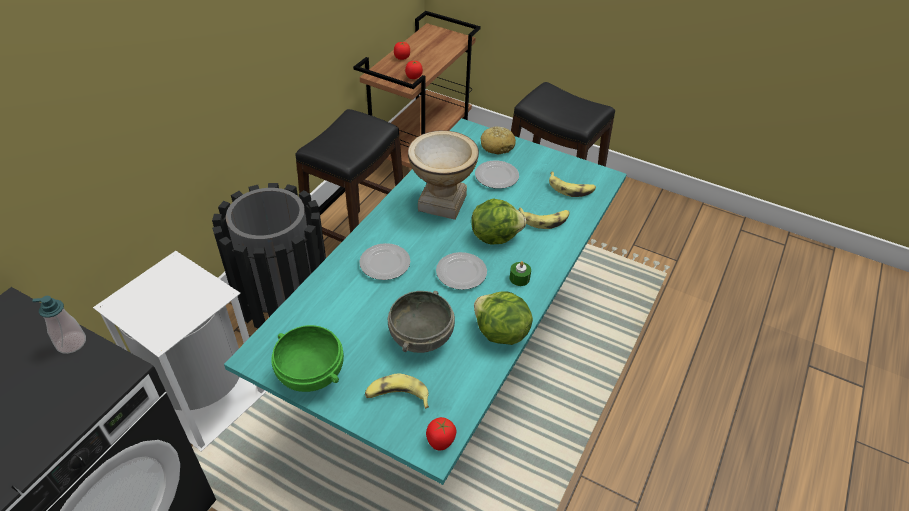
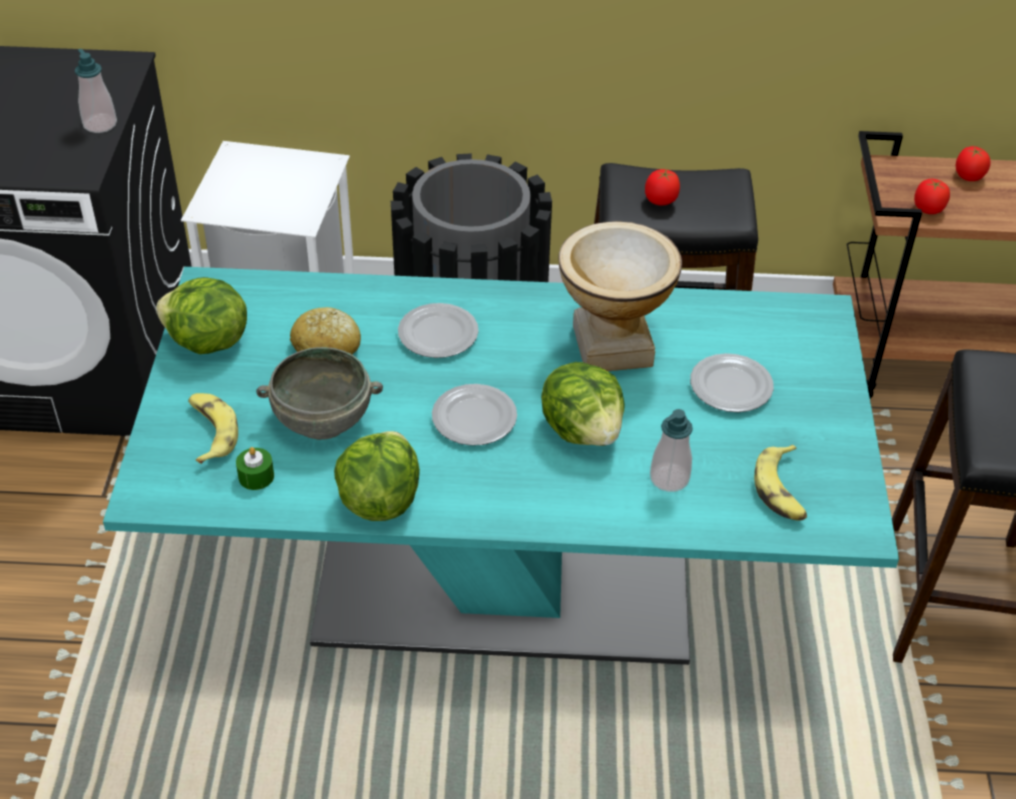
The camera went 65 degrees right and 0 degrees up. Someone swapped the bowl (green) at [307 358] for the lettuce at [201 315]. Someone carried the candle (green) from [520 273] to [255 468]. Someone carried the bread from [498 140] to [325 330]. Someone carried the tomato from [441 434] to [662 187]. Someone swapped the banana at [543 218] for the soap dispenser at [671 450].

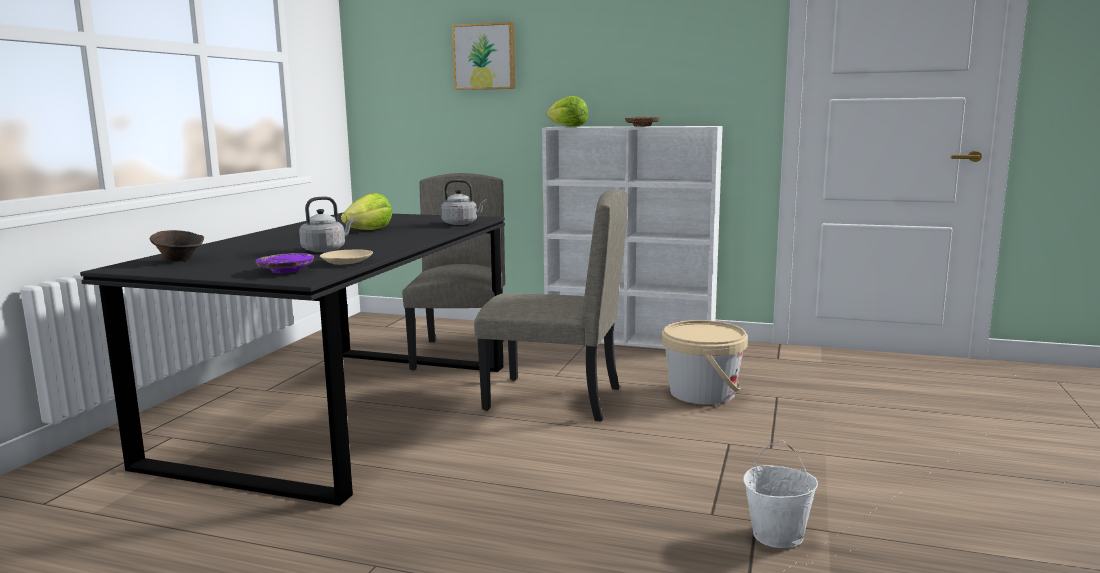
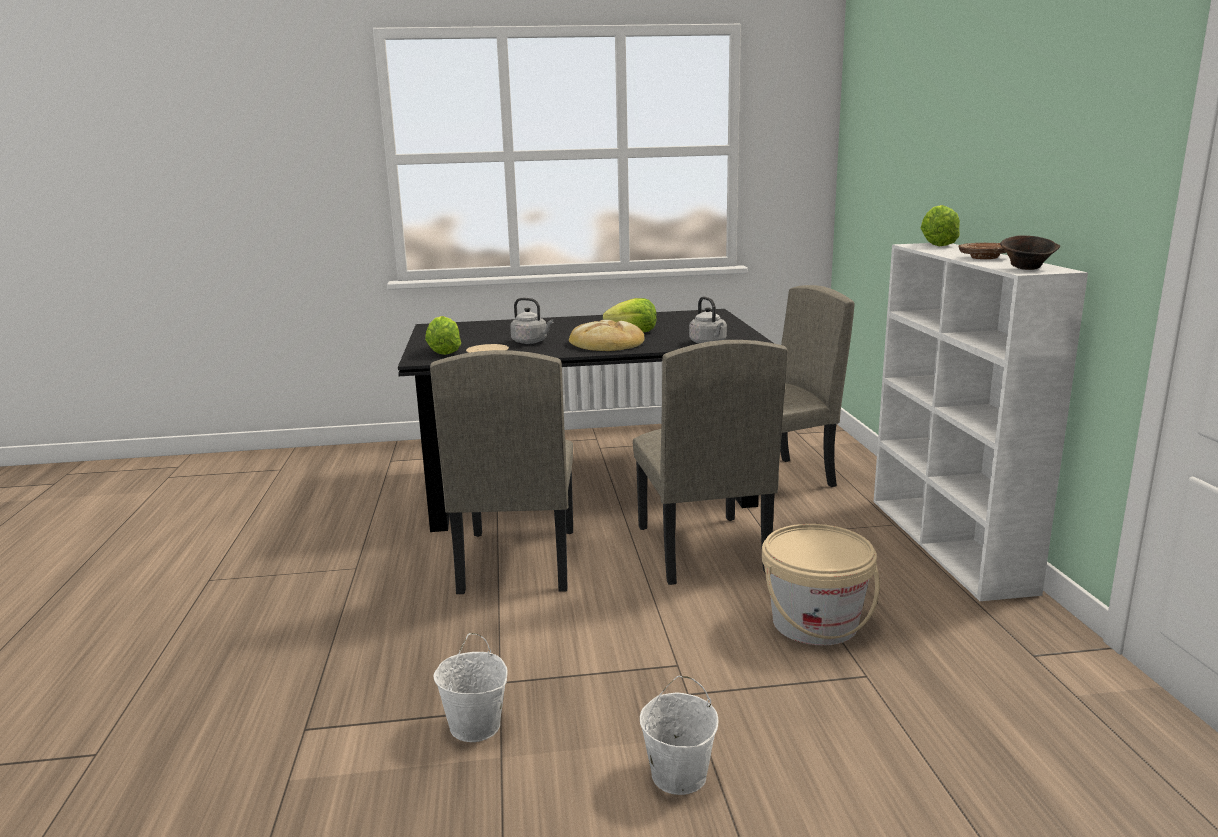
The camera went 65 degrees right and 5 degrees up. Someone swapped the plate (purple) at [284 263] for the lettuce at [443 335]. Someone put down the chair (beige) at [501 472]. Someone put down the bread at [607 335]. Someone put down the bucket (white) at [679 735]. Someone carried the bowl (brown) from [177 246] to [1030 252]. Someone took away the picture at [483 56].

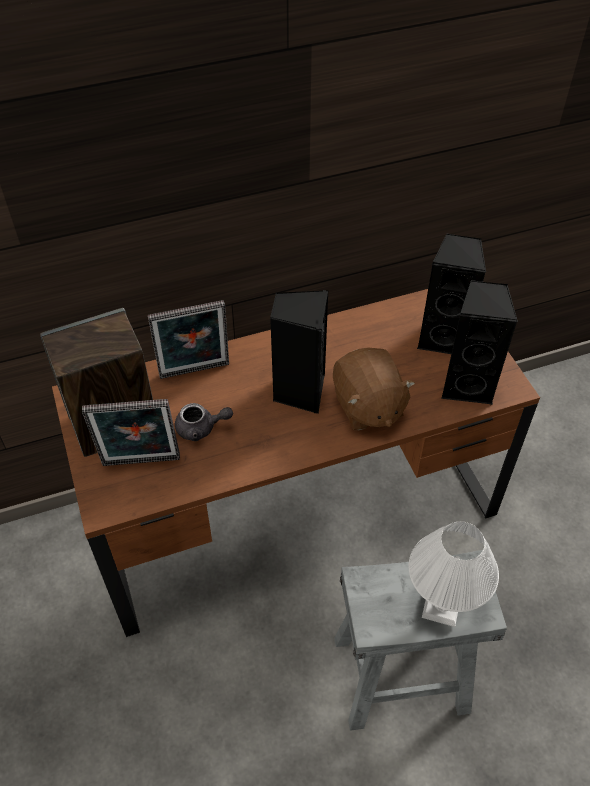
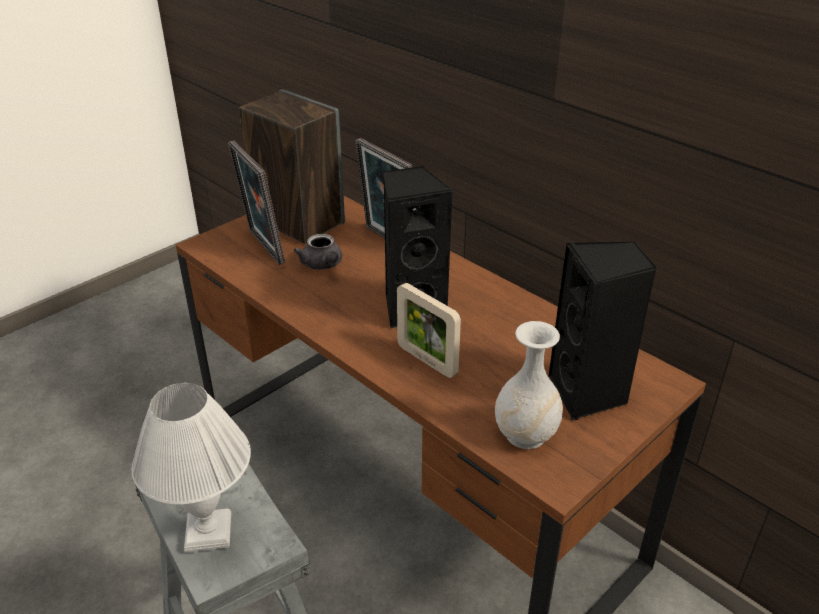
The camera went 65 degrees right and 15 degrees down. Someone swapped the plush toy (brown) at [374 388] for the picture frame at [429 330]. Someone swapped the speaker (black) at [479 342] for the vase (white) at [529 385].

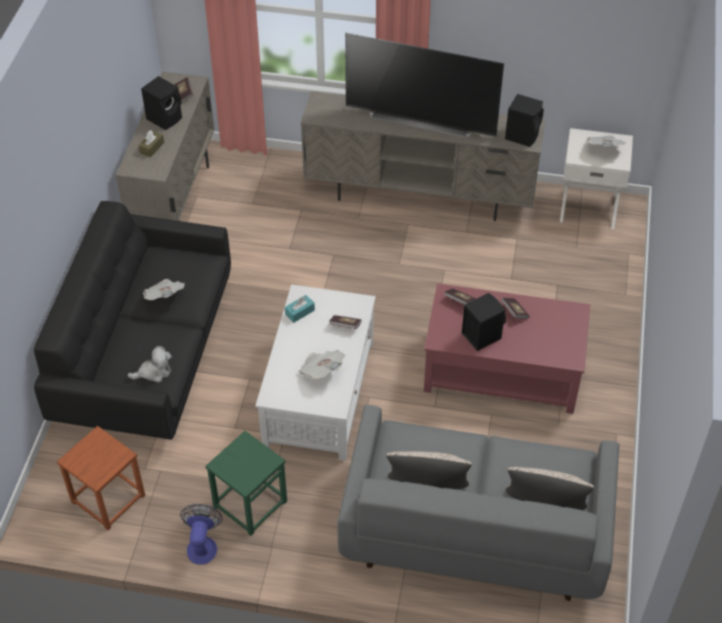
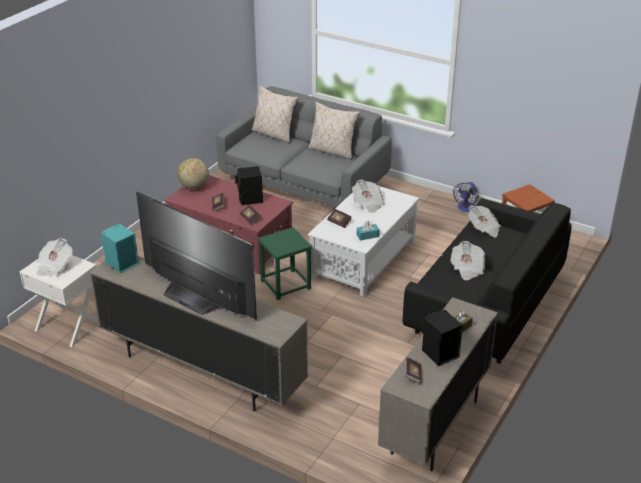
The camera went 160 degrees left and 15 degrees down. Someone repainted the speaker (black) at [524 120], which became the speaker (turquoise) at [120 248]. Someone put down the globe at [193 173]. Someone carried the stool (green) from [246 483] to [285 263]. Someone swapped the plush toy at [149 364] for the newspaper at [484 221].

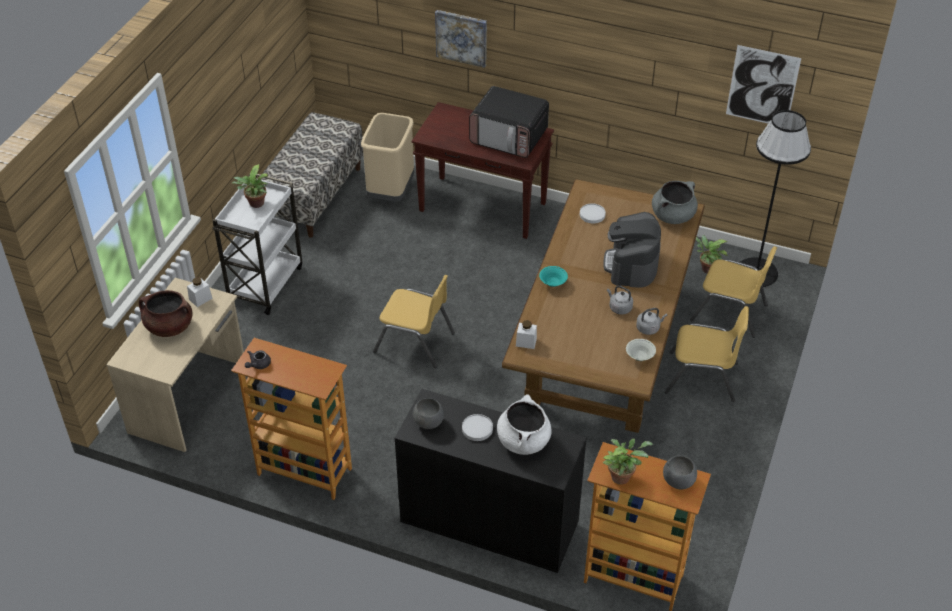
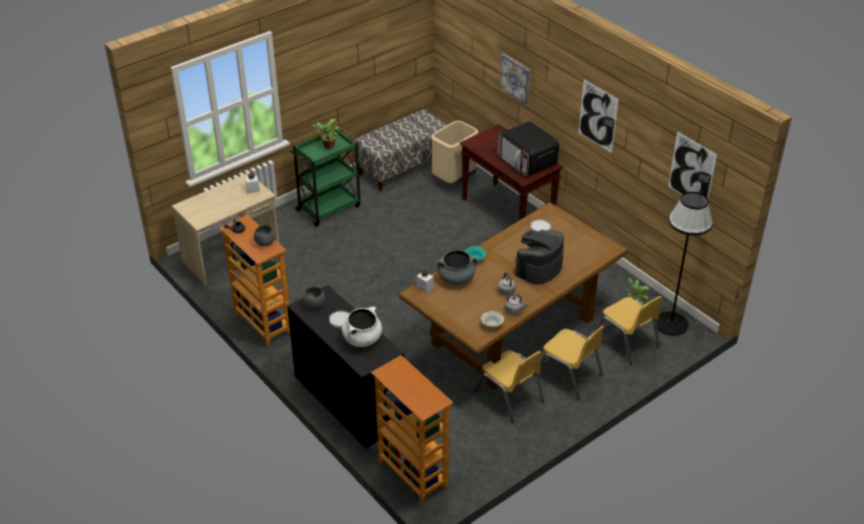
The camera went 30 degrees right and 5 degrees down. Someone carried the bowl (grey) from [680 472] to [265 235]. Someone repainted the cart (white) at [257 244], which became the cart (green) at [325 177]. Someone carried the cooking pot (grey) from [675 202] to [457 267]. Someone carried the chair (yellow) from [414 321] to [509 386]. Someone put up the picture at [598 116]. Someone took away the cooking pot (brown) at [165 313]. Someone took away the potted plant at [627 462].

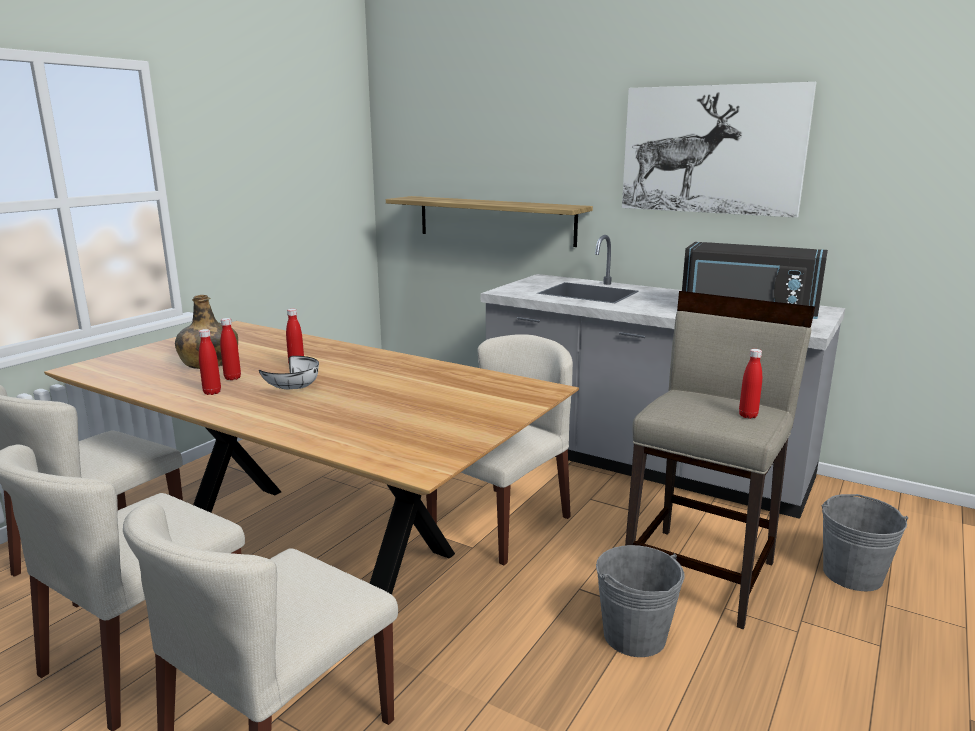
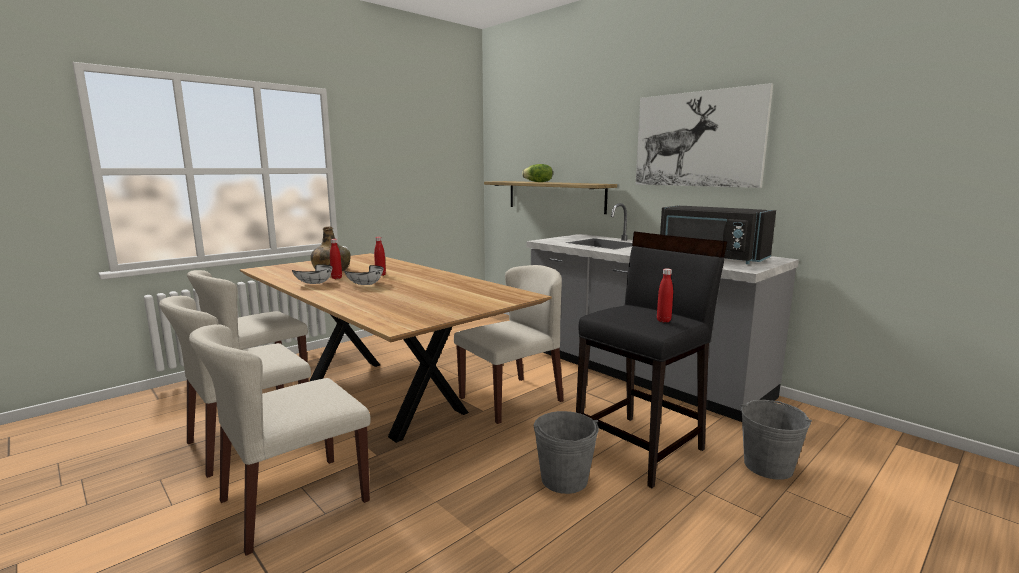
The camera went 15 degrees right and 5 degrees down. Someone swapped the bottle (red) at [210 362] for the bowl (white) at [312 274]. Someone put down the lettuce at [537 173]. Someone repainted the stool (beige) at [720 460], which became the stool (black) at [651 359].

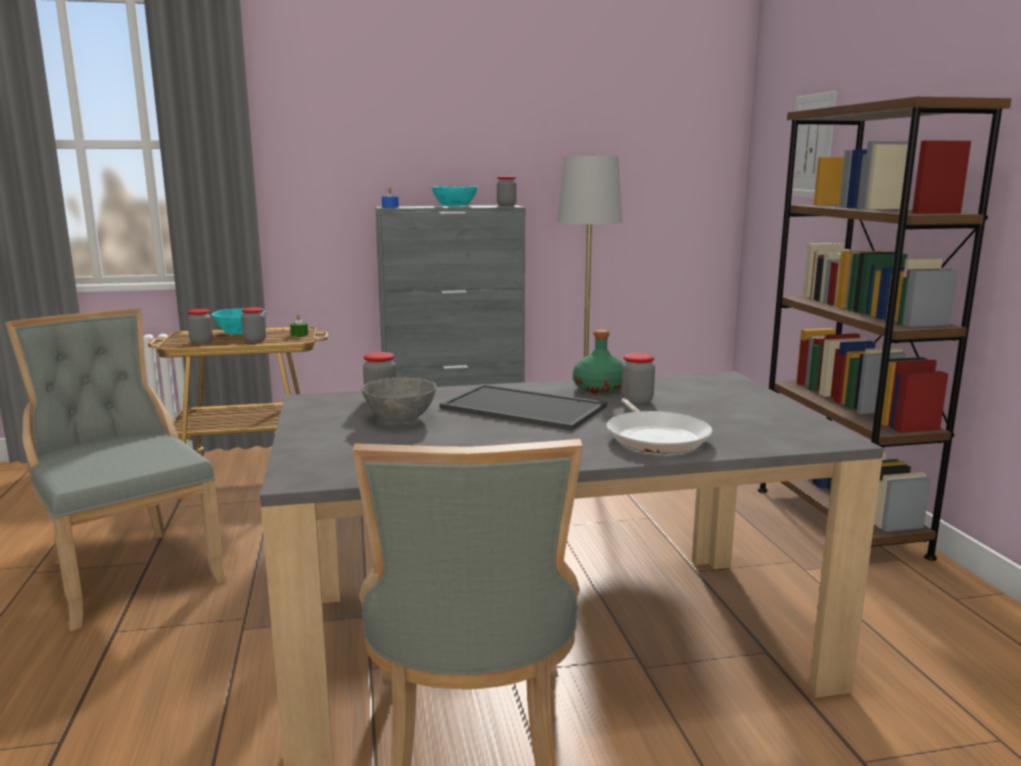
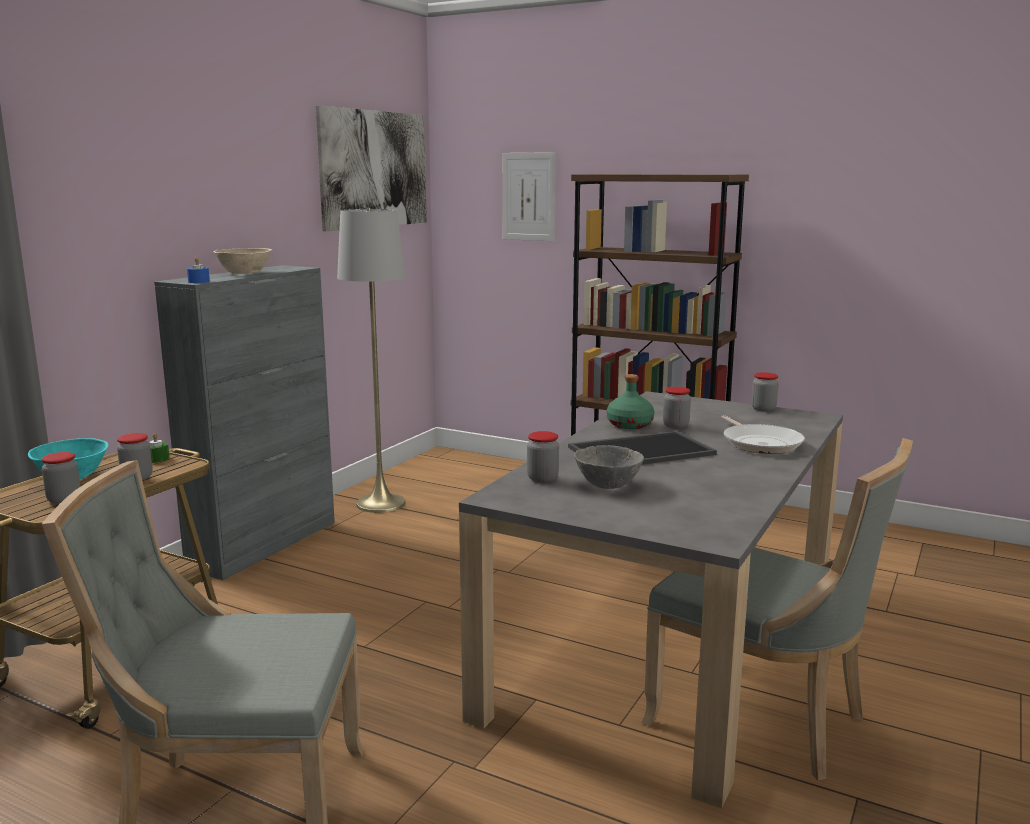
The camera went 50 degrees left and 0 degrees up. Someone repainted the bowl (turquoise) at [455 196], which became the bowl (beige) at [243 261]. Someone put up the picture at [371 168]. Someone rotated the frying pan at [659 425] by 45 degrees clockwise. Someone carried the jar from [507 191] to [765 392].

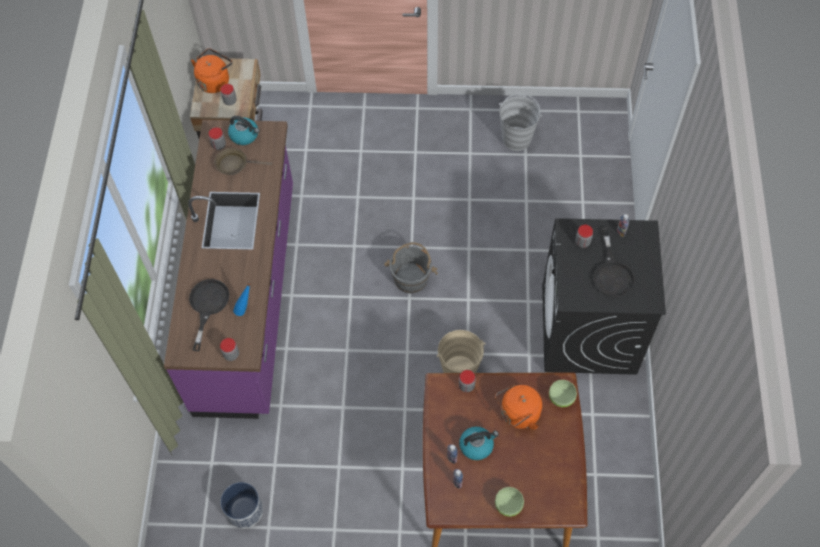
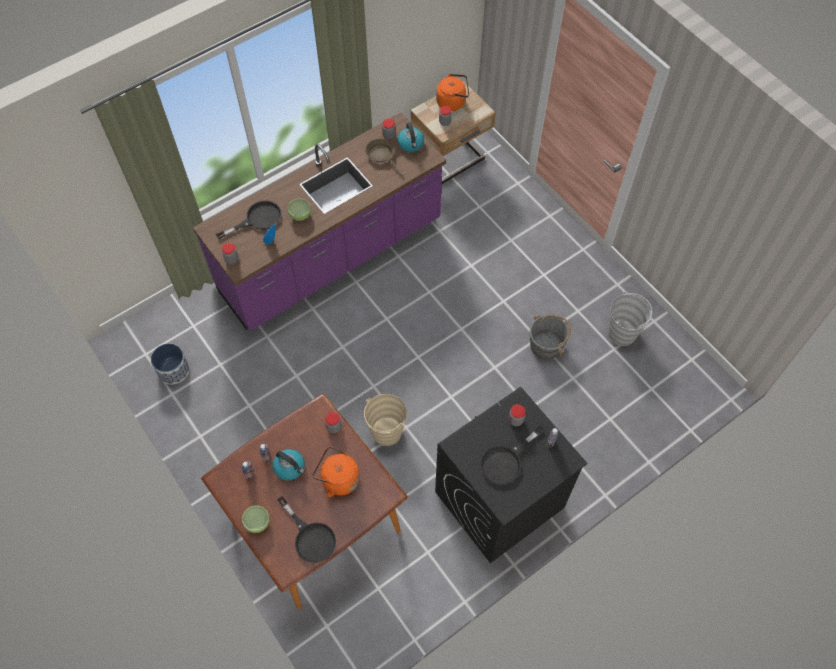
The camera went 50 degrees right and 0 degrees up. Someone put down the frying pan (black) at [306 529]. Someone carried the bowl (green) from [563 393] to [299 209]. Someone carried the bucket (grey) from [411 267] to [550 336].

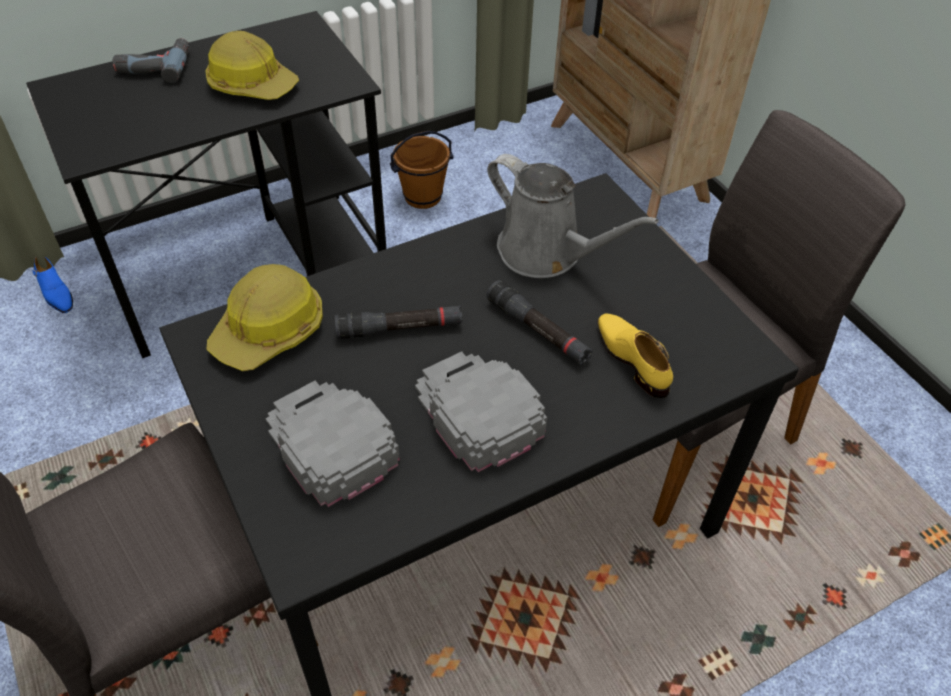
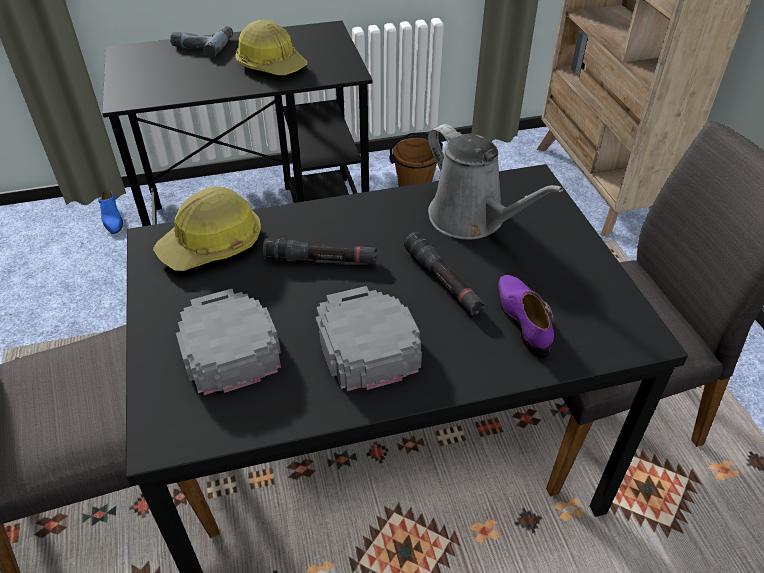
The camera went 15 degrees right and 5 degrees down. Someone repainted the shoe (yellow) at [635 355], which became the shoe (purple) at [526 316].

